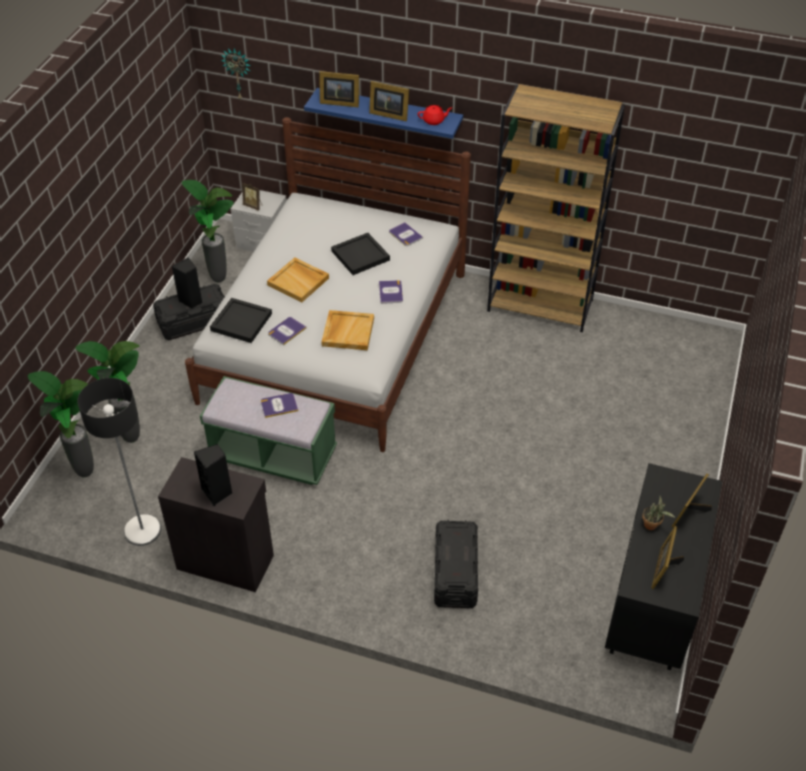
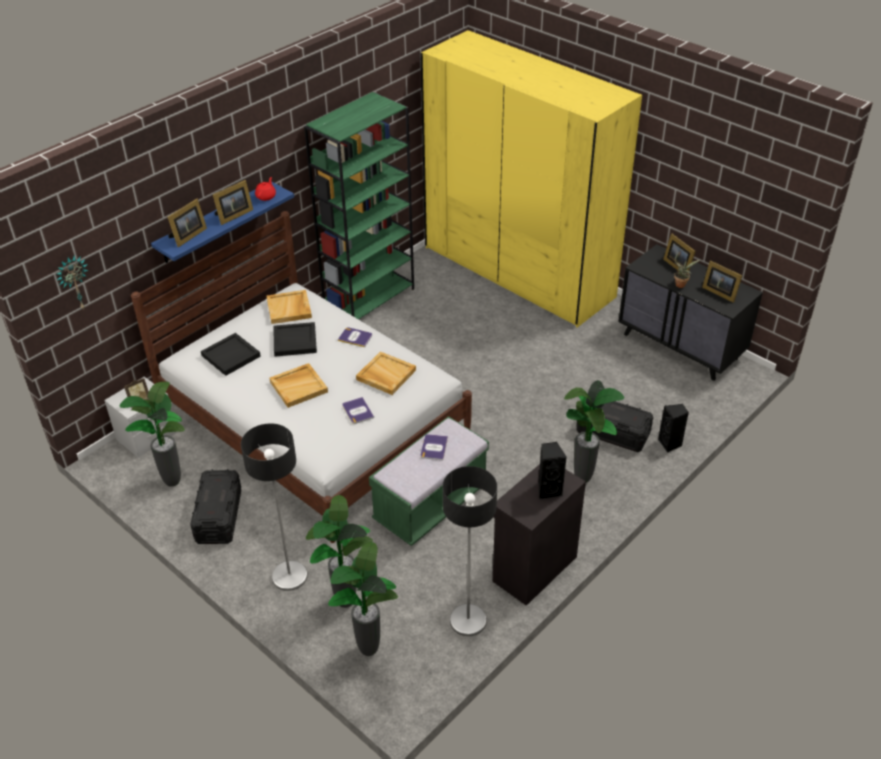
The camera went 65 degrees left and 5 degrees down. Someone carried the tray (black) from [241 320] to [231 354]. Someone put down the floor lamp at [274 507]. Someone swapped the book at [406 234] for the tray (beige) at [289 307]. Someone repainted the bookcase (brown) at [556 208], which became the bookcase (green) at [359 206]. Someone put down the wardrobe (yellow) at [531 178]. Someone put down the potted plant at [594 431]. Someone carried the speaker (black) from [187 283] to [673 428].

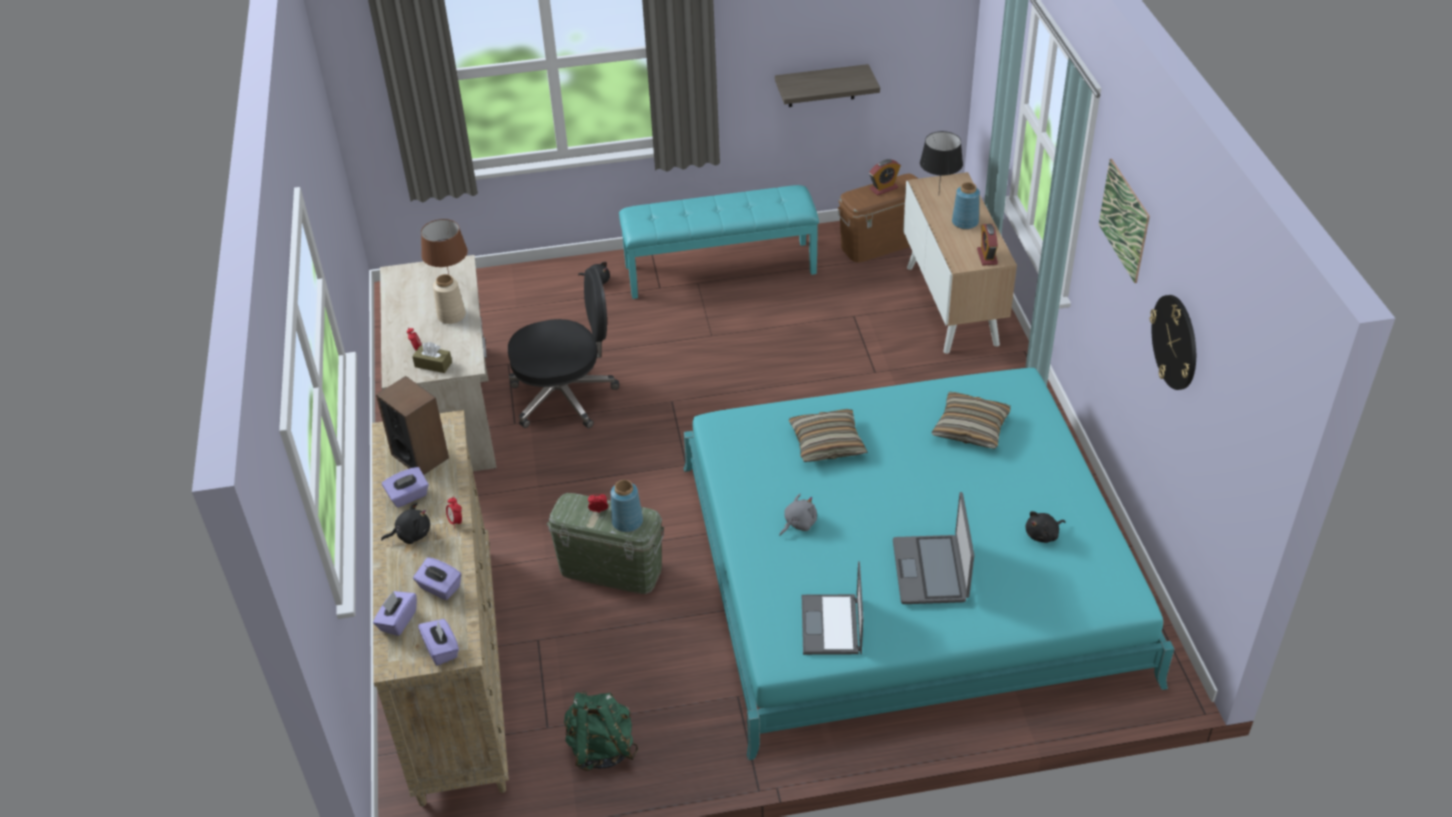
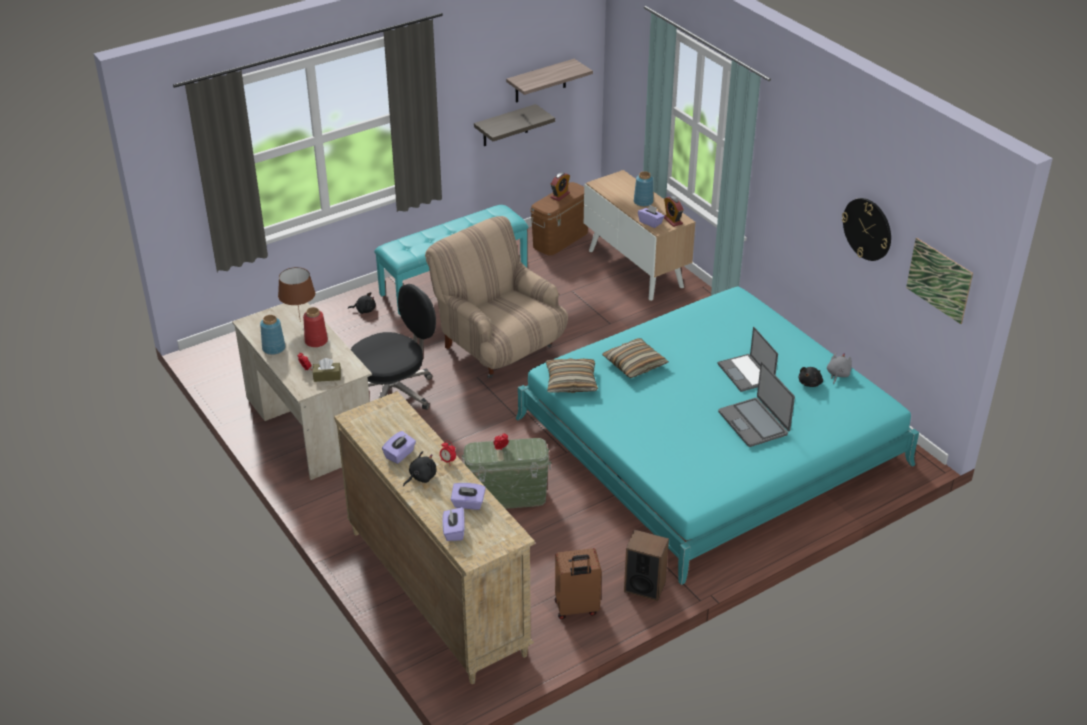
The camera went 25 degrees left and 5 degrees down. Someone carried the vase (blue) from [627 506] to [273 335]. Someone repainted the vase (beige) at [449 299], which became the vase (red) at [315 327]. Someone put down the armchair (beige) at [496 297]. Someone put up the shelf at [549 81]. Someone carried the pillow from [971 420] to [572 375]. Someone swapped the backpack (green) at [601 730] for the suitcase (brown) at [578 583]. Someone carried the speaker from [412 425] to [646 565]. Someone carried the tissue box (purple) from [438 642] to [651 216]. Someone carried the laptop from [832 608] to [747 359]. Someone carried the plush toy (grey) from [798 514] to [839 368]. Someone carried the picture from [1124 221] to [939 281]. Someone took away the table lamp (black) at [941 161].

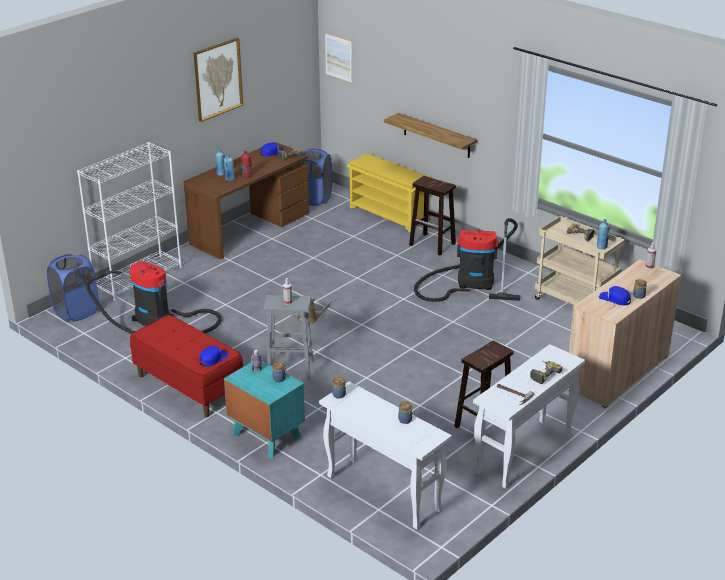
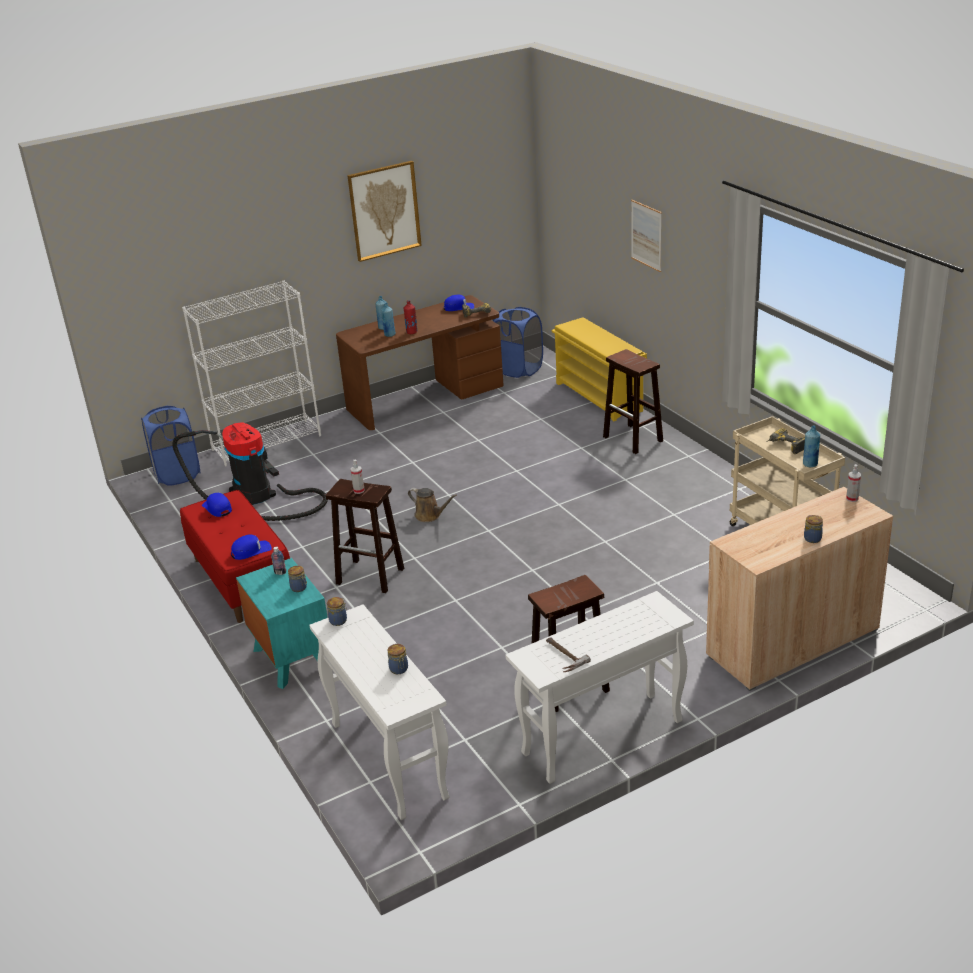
The camera went 20 degrees right and 0 degrees up. Someone carried the cap (blue) from [615 295] to [217 505]. Someone repainted the stool (grey) at [288 337], which became the stool (brown) at [365 536]. Someone carried the picture from [338 57] to [646 236]. Someone took away the shelf at [430 135]. Someone took away the vacuum cleaner at [467 260]. Someone took away the power drill at [546 372].

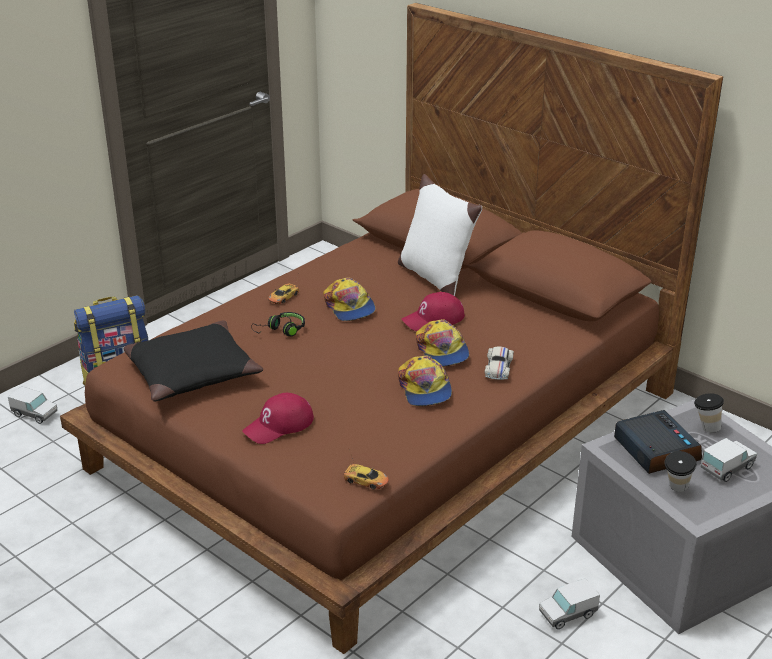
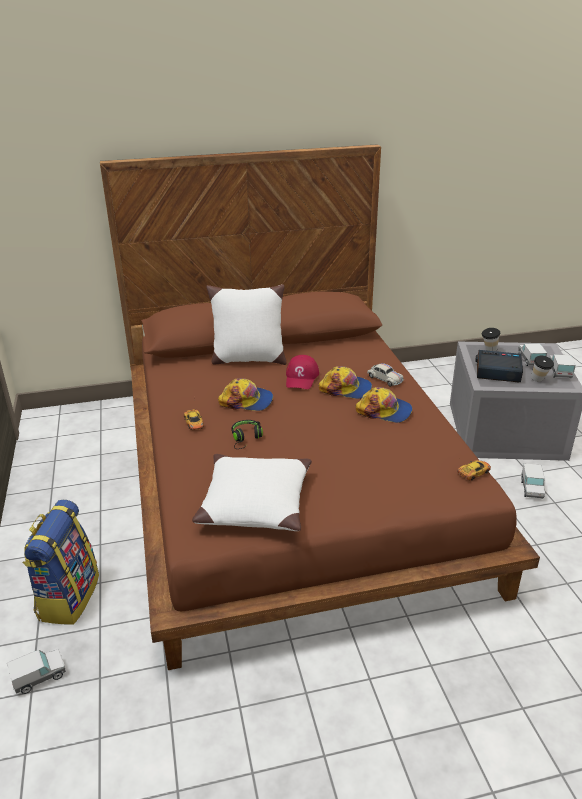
The camera went 55 degrees left and 0 degrees up. Someone repainted the pillow (black) at [193 360], which became the pillow (white) at [252 492]. Someone put down the toy truck at [562 366]. Someone took away the cap (red) at [278 418].

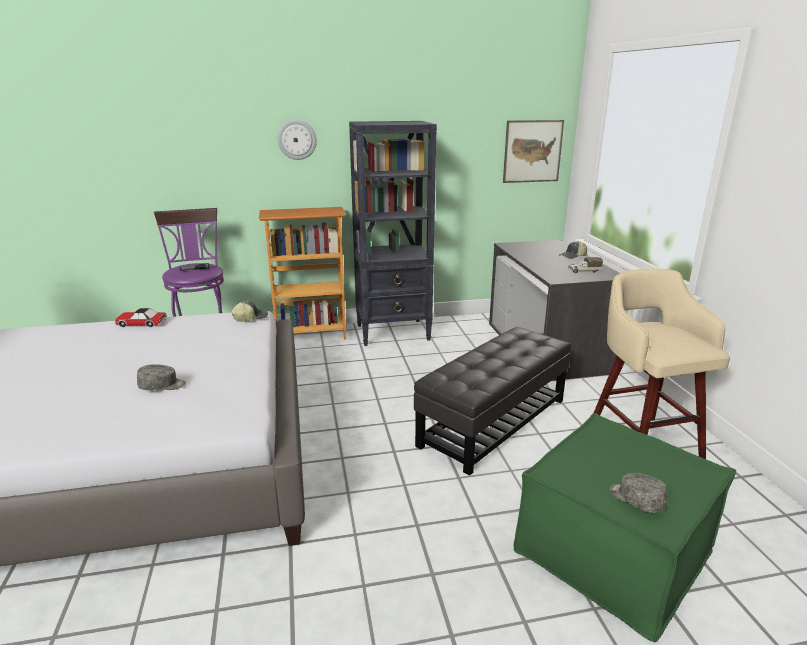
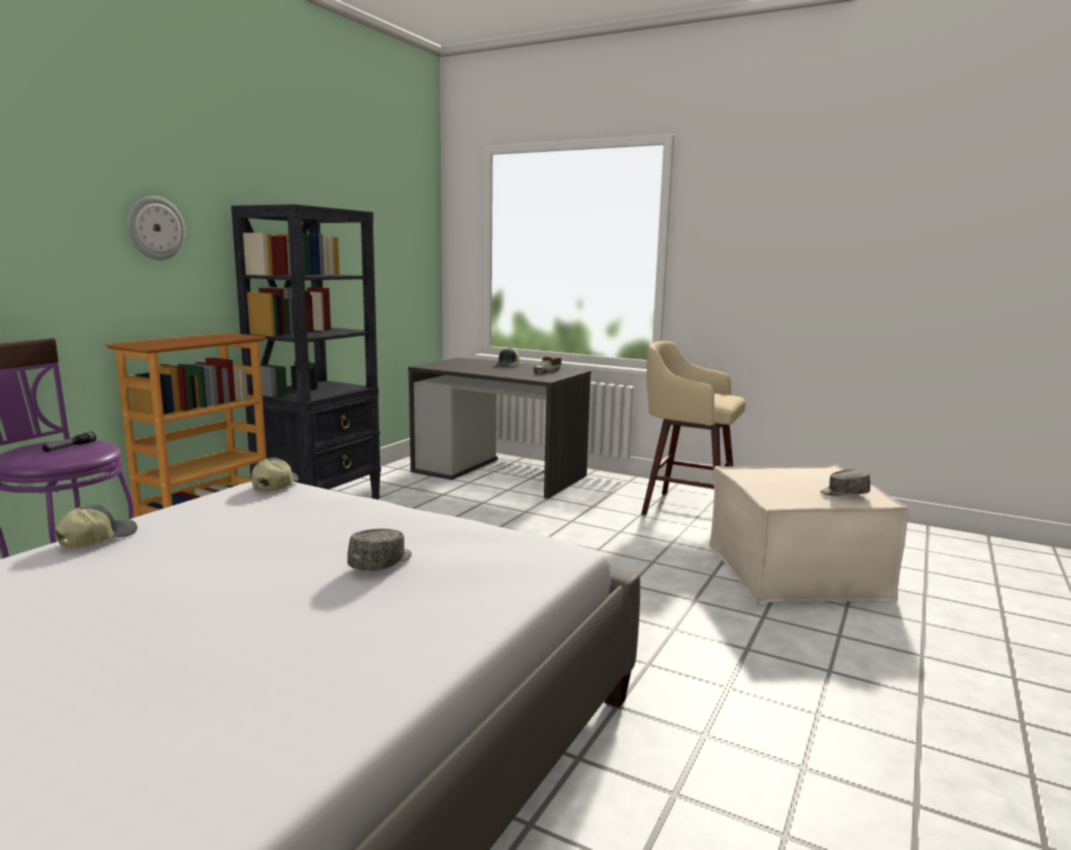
The camera went 50 degrees left and 10 degrees down. Someone swapped the toy car at [141 317] for the cap at [96 526]. Someone repainted the ottoman (green) at [625 527], which became the ottoman (beige) at [809 534]. Someone took away the ottoman (black) at [492 401]. Someone took away the picture at [533 151].

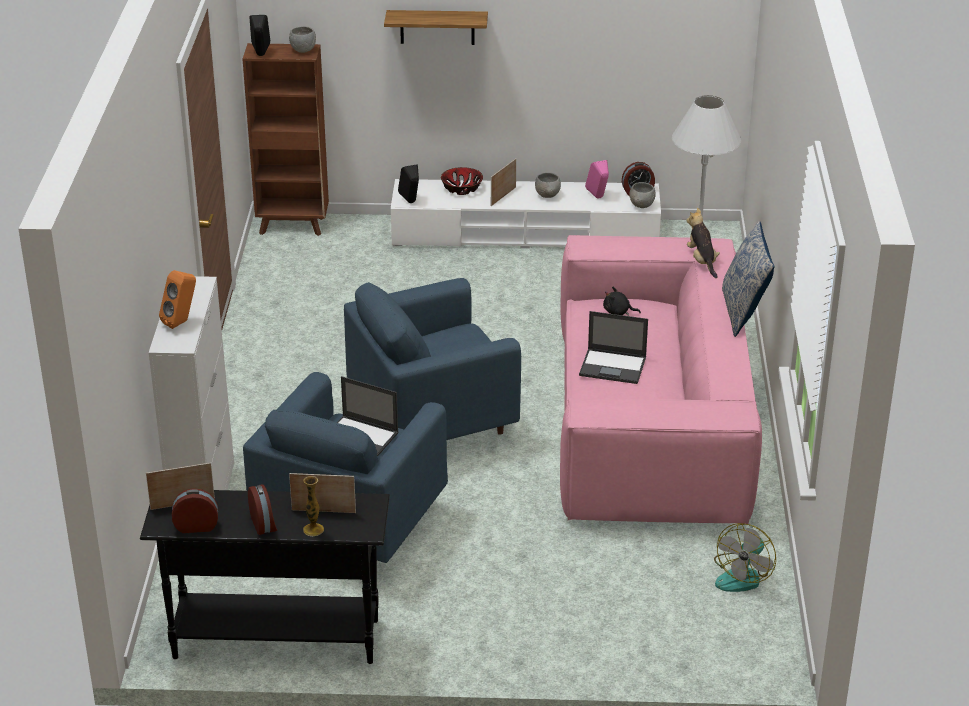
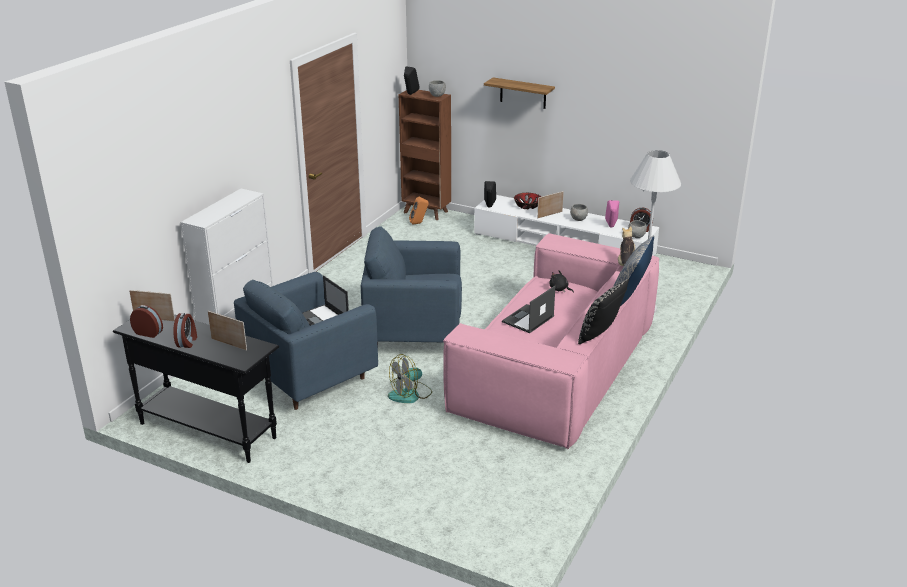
The camera went 25 degrees right and 5 degrees down. Someone carried the fan from [745 557] to [410 378]. Someone carried the speaker (orange) from [177 299] to [419 211]. Someone rotated the laptop at [613 347] by 90 degrees clockwise. Someone put down the pillow (black) at [603 311]. Someone took away the vase at [313 506].

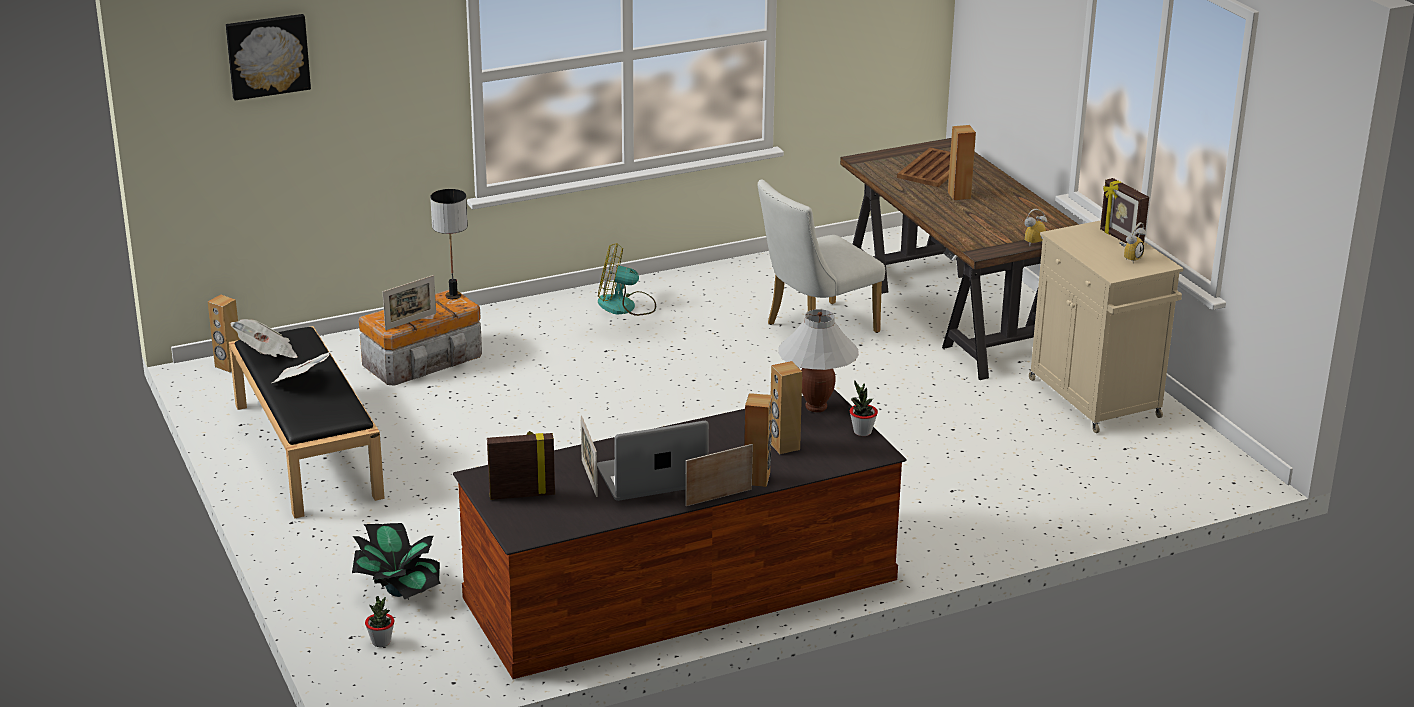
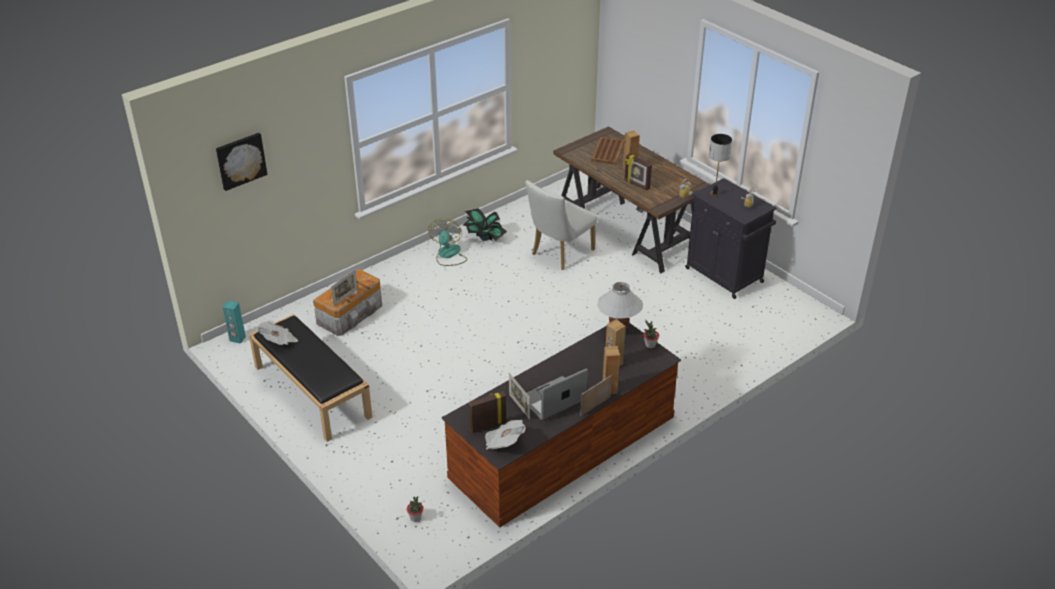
The camera went 15 degrees left and 10 degrees up. Someone repainted the speaker (brown) at [224 333], which became the speaker (turquoise) at [234 322]. Someone rotated the fan at [627 280] by 105 degrees clockwise. Someone carried the potted plant from [396 561] to [485 224]. Someone carried the newspaper from [302 367] to [505 435]. Someone carried the picture frame from [1124 211] to [638 172]. Someone repainted the cabinet (beige) at [1106 326], which became the cabinet (black) at [730 238]. Someone carried the table lamp from [449 244] to [720 165].

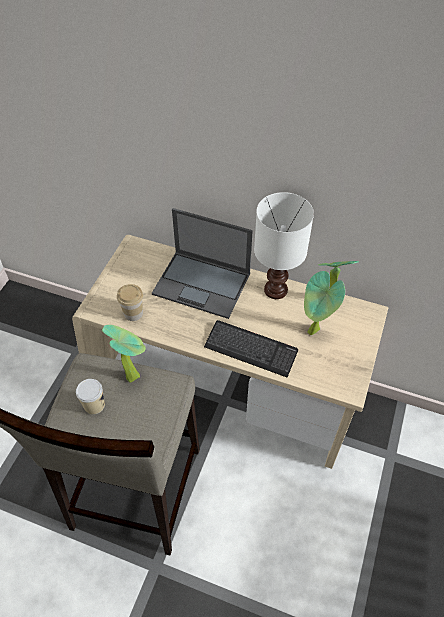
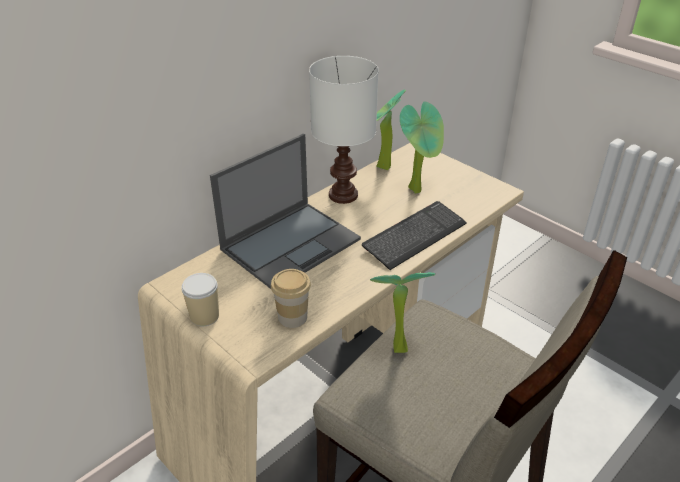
The camera went 65 degrees left and 15 degrees down. Someone carried the cup from [90 397] to [200 300].

